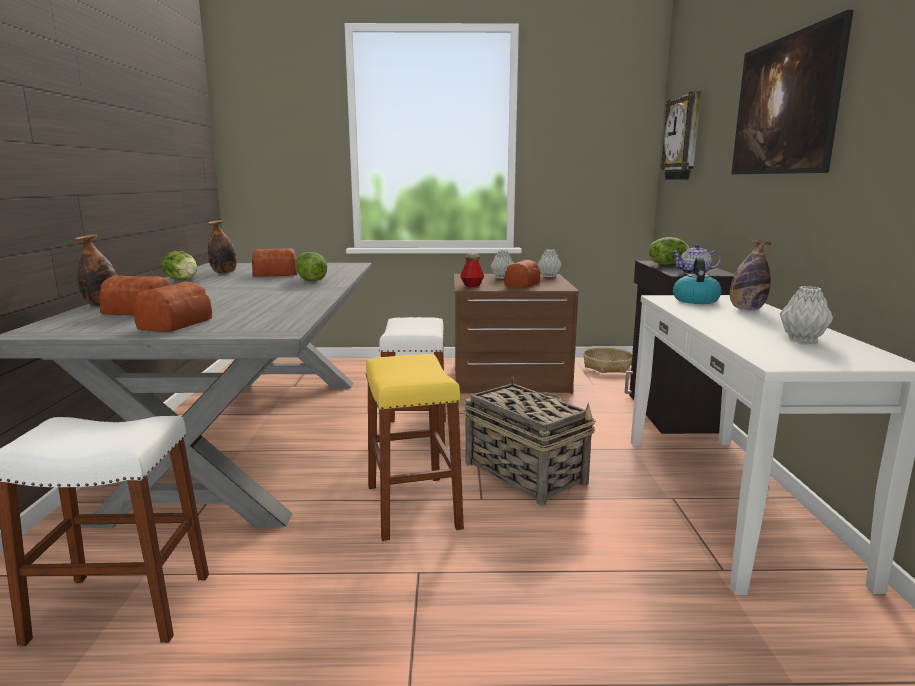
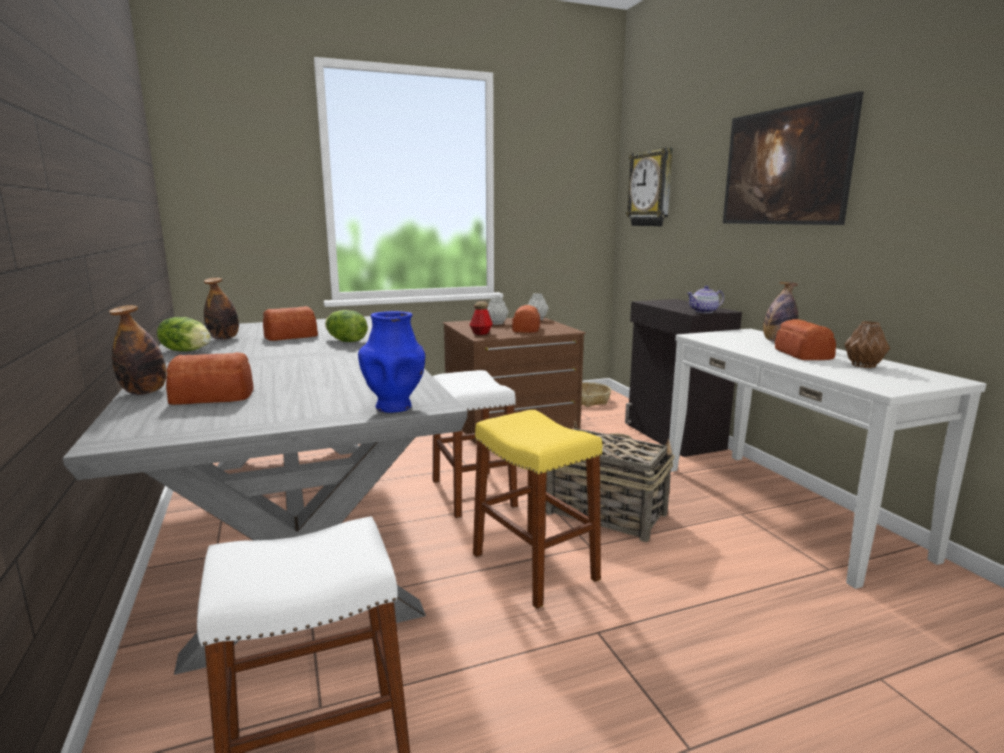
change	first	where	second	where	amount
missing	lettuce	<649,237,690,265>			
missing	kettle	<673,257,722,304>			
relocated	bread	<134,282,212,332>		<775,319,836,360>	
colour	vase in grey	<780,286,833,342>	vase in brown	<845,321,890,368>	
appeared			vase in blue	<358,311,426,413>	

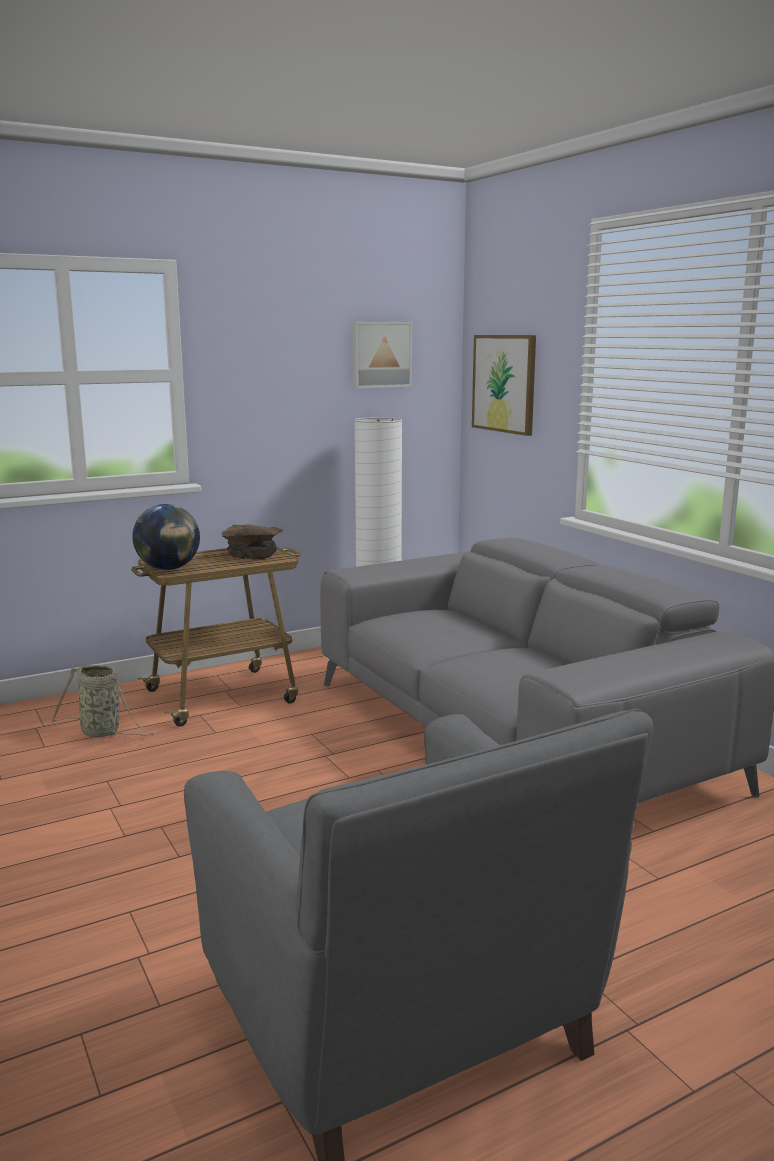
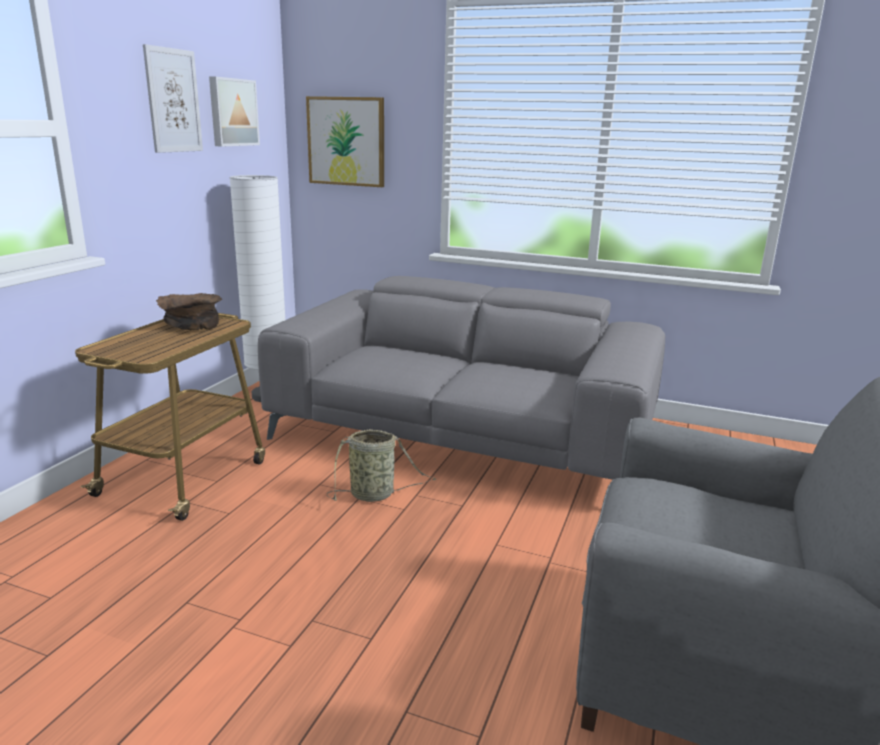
change	first	where	second	where	amount
missing	globe	<132,504,200,570>			
relocated	basket	<51,665,153,737>		<326,429,436,502>	
appeared			picture	<143,44,203,153>	

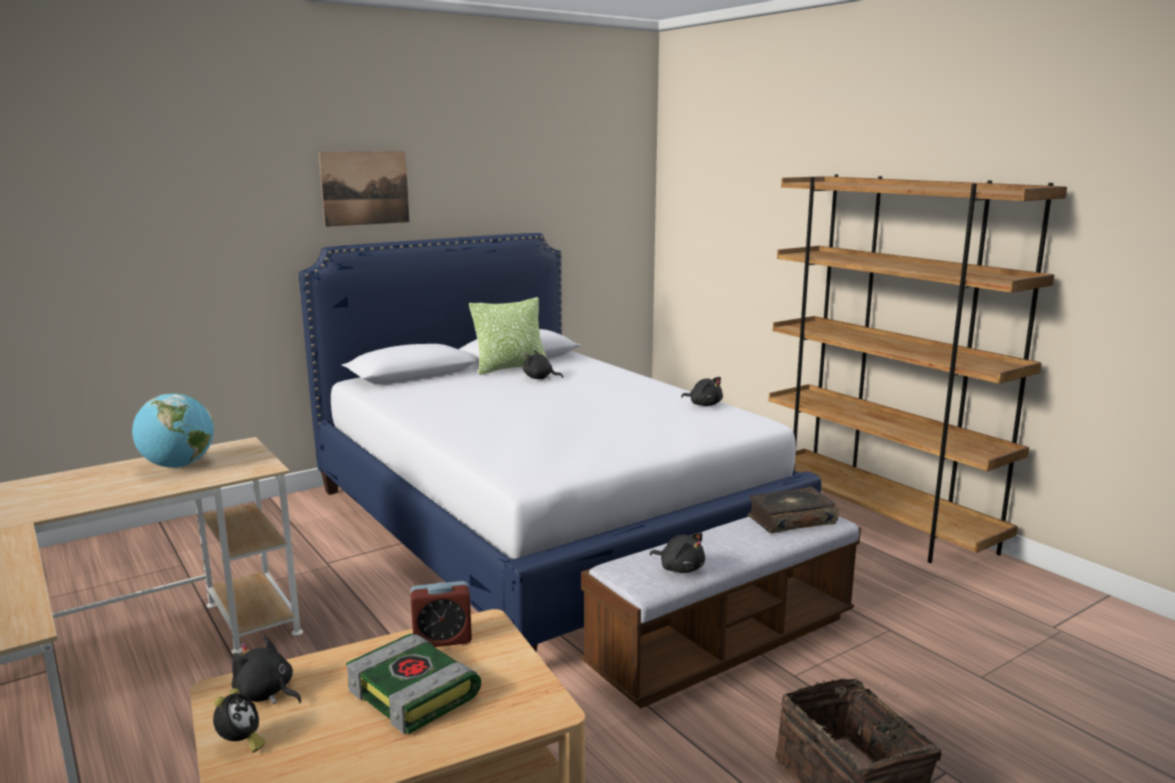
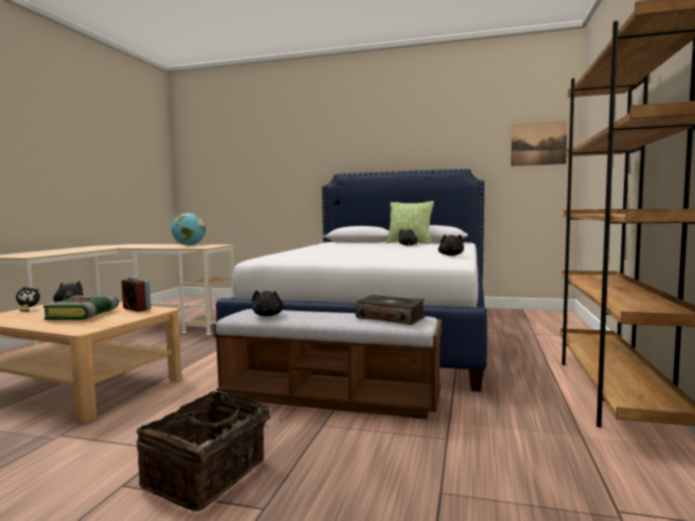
change	first	where	second	where	amount
relocated	picture	<319,151,409,227>		<511,121,567,166>	

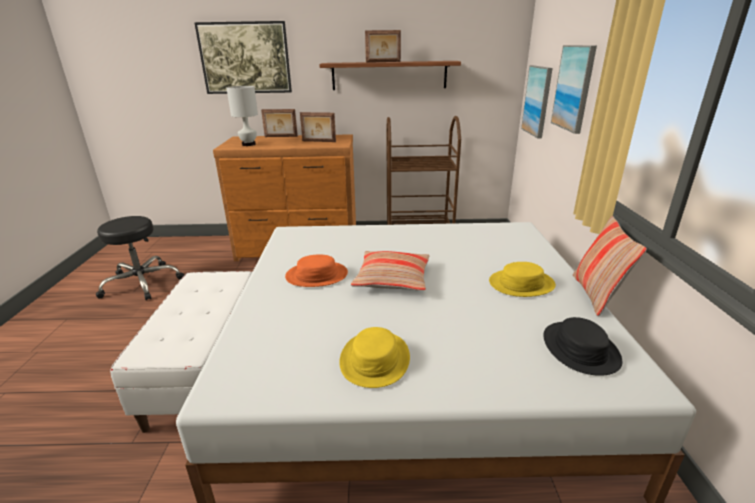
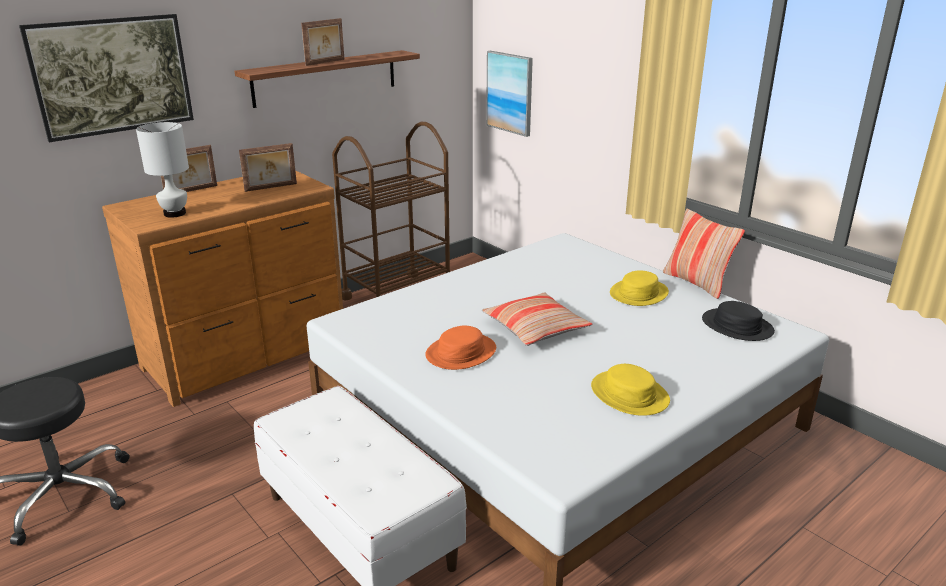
change	first	where	second	where	amount
missing	picture	<551,45,597,134>			

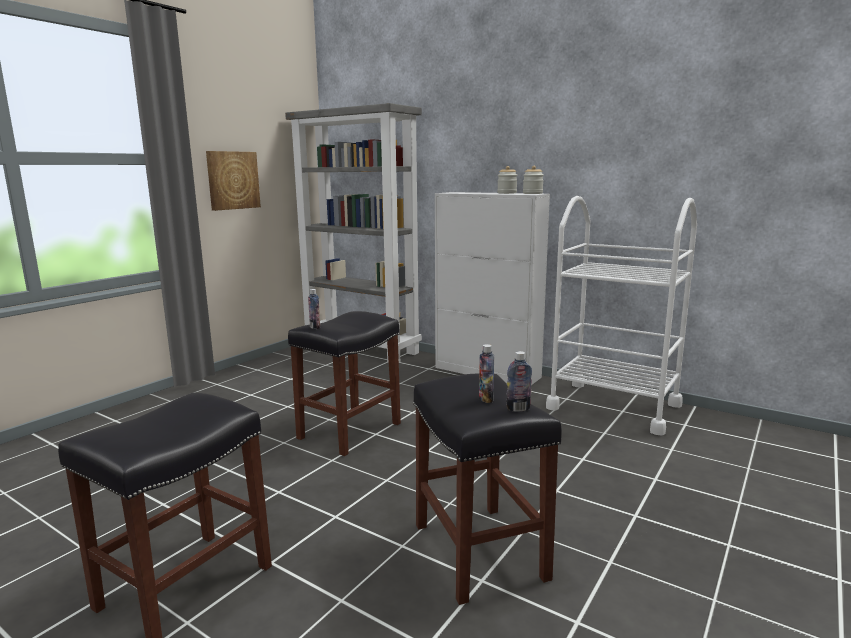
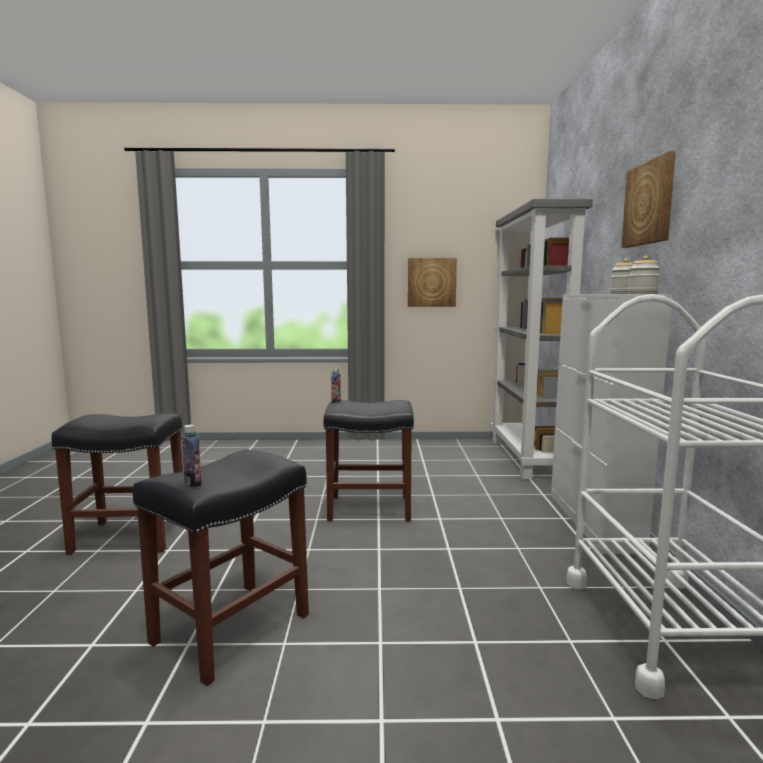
change	first	where	second	where	amount
missing	bottle	<479,344,494,403>			
appeared			picture	<622,151,676,248>	

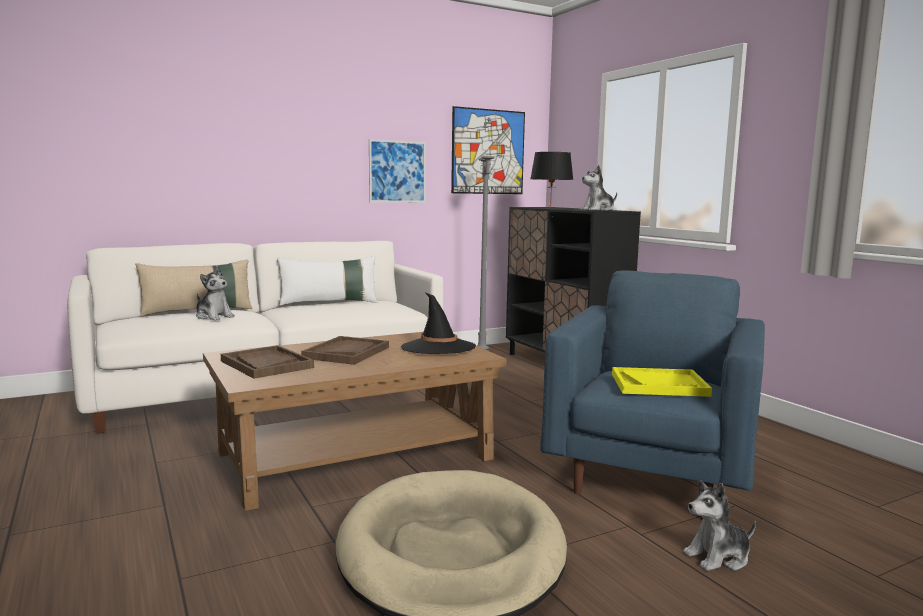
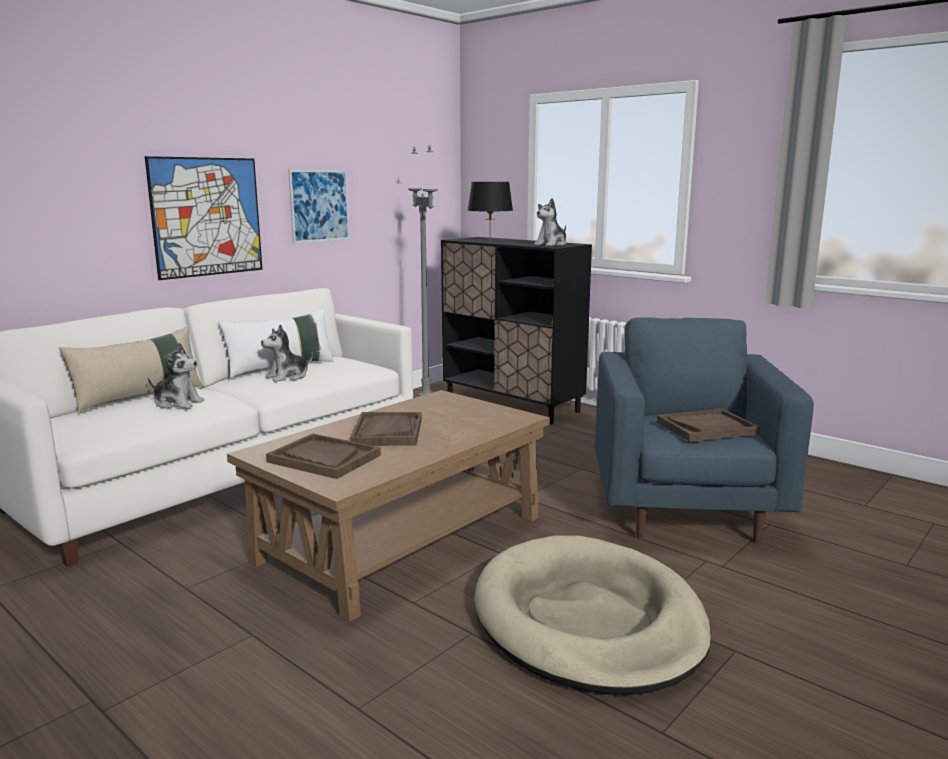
change	first	where	second	where	amount
relocated	picture	<451,106,525,194>		<145,156,263,280>	
missing	hat in black	<401,292,476,354>			
colour	tray in yellow	<612,367,712,397>	tray in brown	<657,409,760,442>	
relocated	plush toy	<683,481,756,571>		<261,324,313,382>	

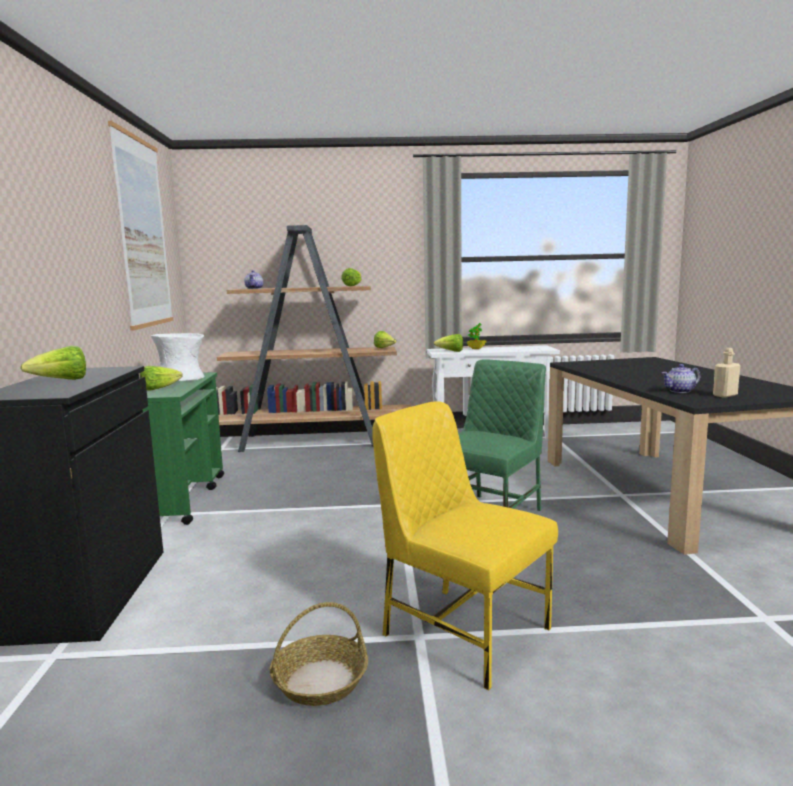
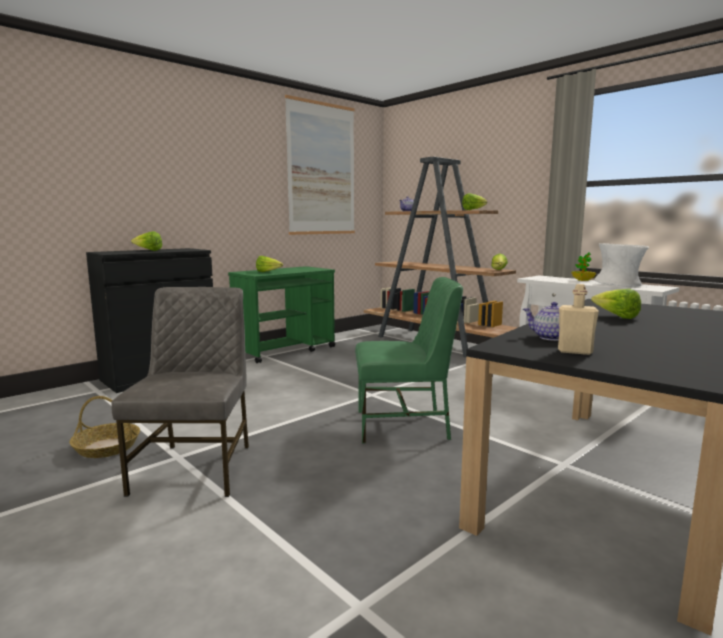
change	first	where	second	where	amount
relocated	vase in white	<151,333,204,381>		<594,243,649,287>	
relocated	lettuce	<434,334,463,352>		<591,289,641,319>	
colour	chair in yellow	<372,401,558,691>	chair in grey	<111,287,249,497>	

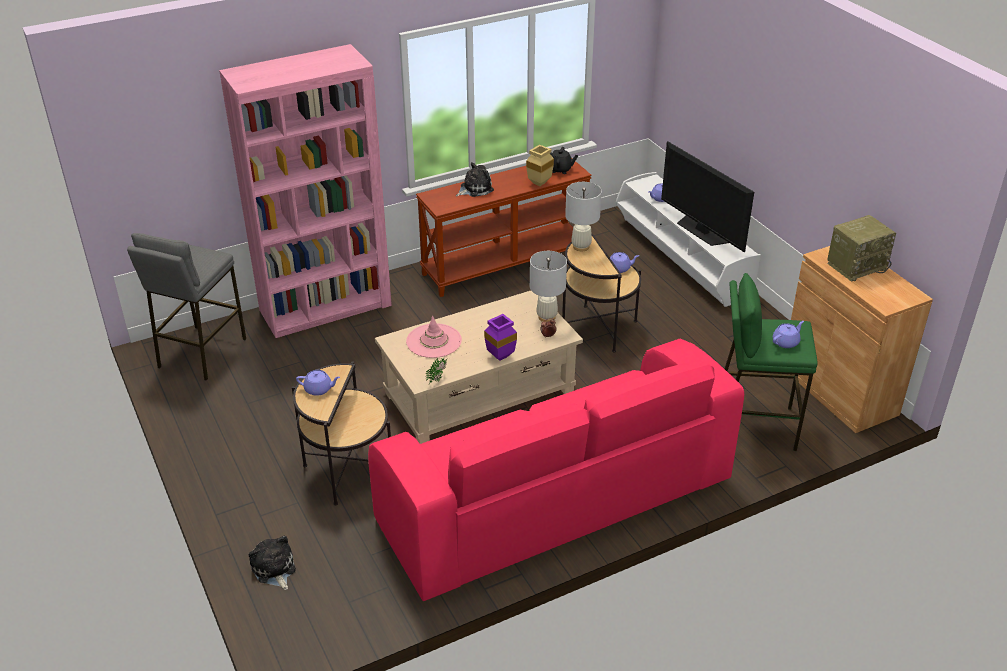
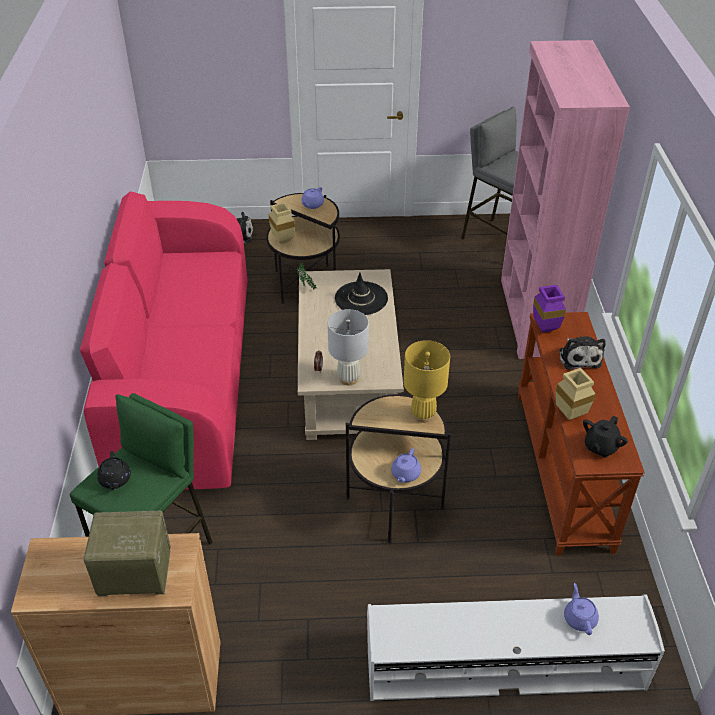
change	first	where	second	where	amount
missing	television	<661,141,754,252>			
colour	table lamp in white	<565,182,602,251>	table lamp in yellow	<404,340,450,423>	
spun	radio	<827,215,896,282>		<84,511,171,596>	90 degrees clockwise
relocated	vase in purple	<484,314,517,361>		<533,285,566,333>	
colour	hat in pink	<406,315,462,358>	hat in black	<335,273,388,315>	
colour	teapot in purple	<773,321,804,348>	teapot in black	<97,451,131,490>	
appeared			vase in beige	<269,202,295,244>	

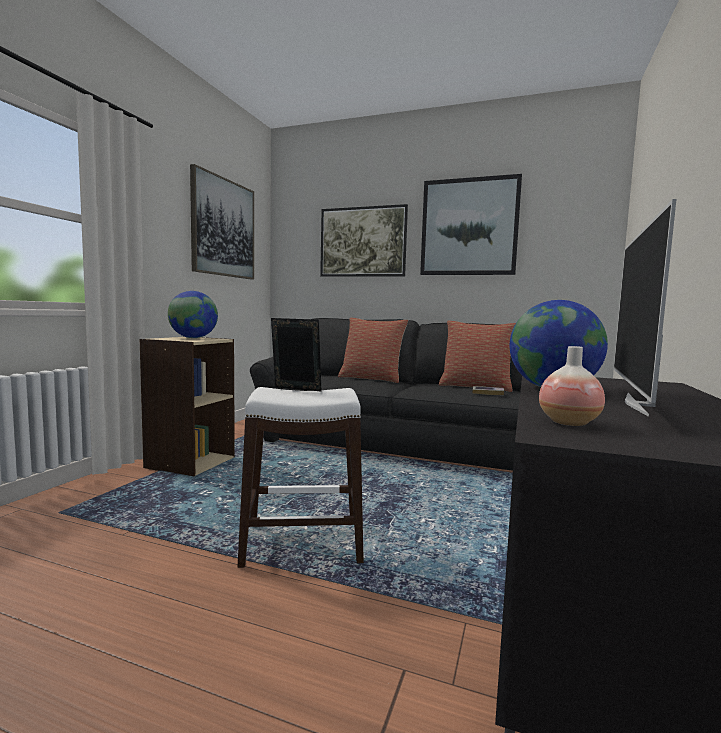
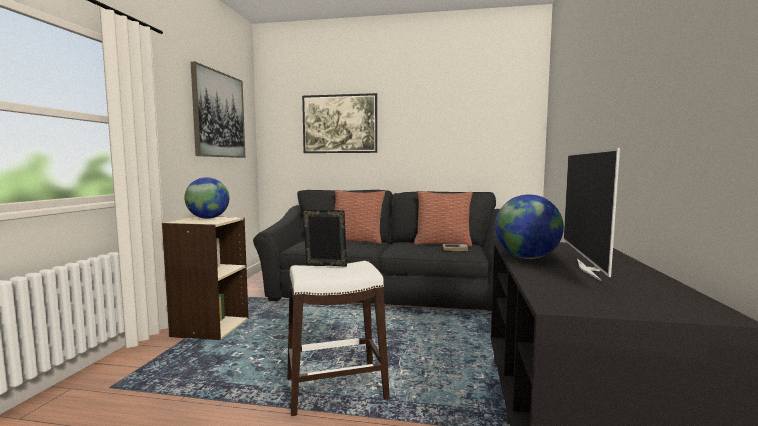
change	first	where	second	where	amount
missing	picture	<420,174,522,275>			
missing	vase	<539,346,605,426>			

